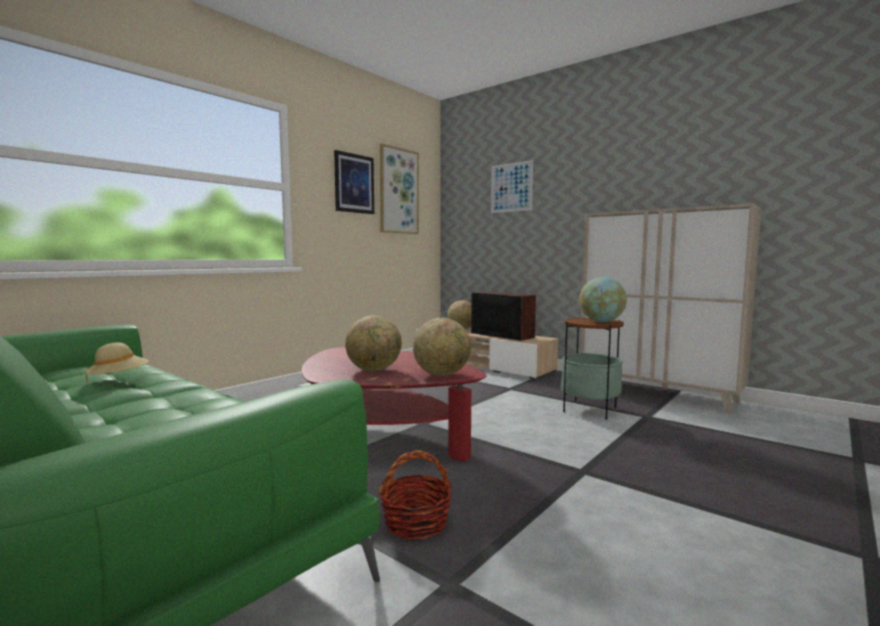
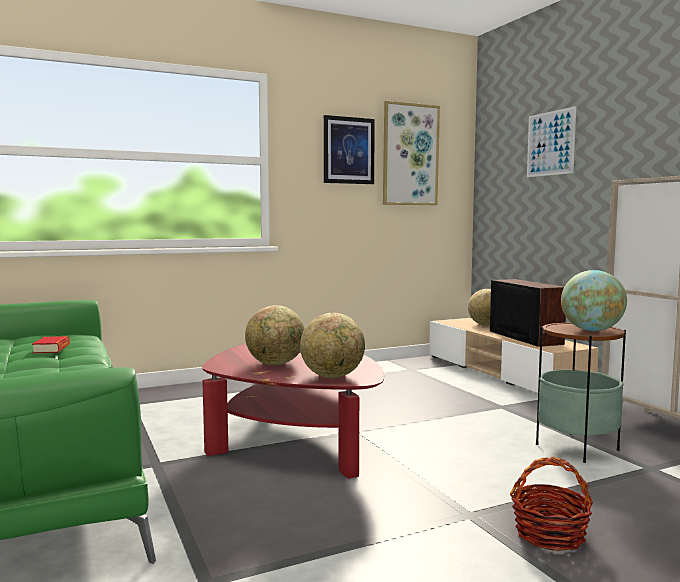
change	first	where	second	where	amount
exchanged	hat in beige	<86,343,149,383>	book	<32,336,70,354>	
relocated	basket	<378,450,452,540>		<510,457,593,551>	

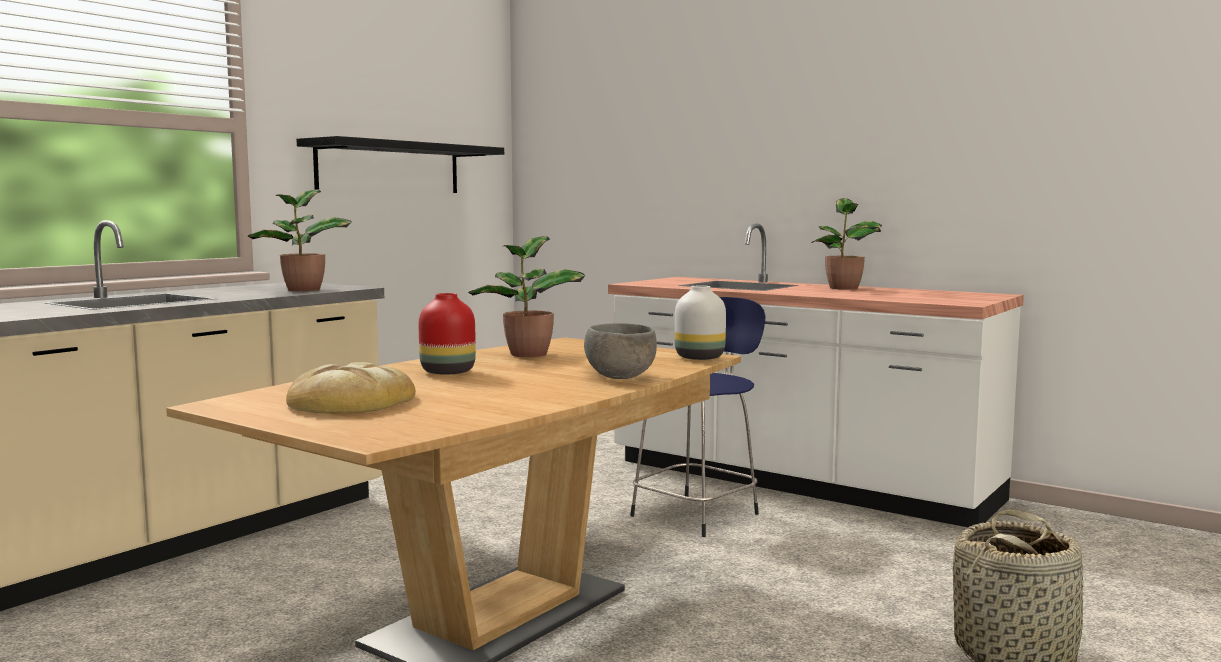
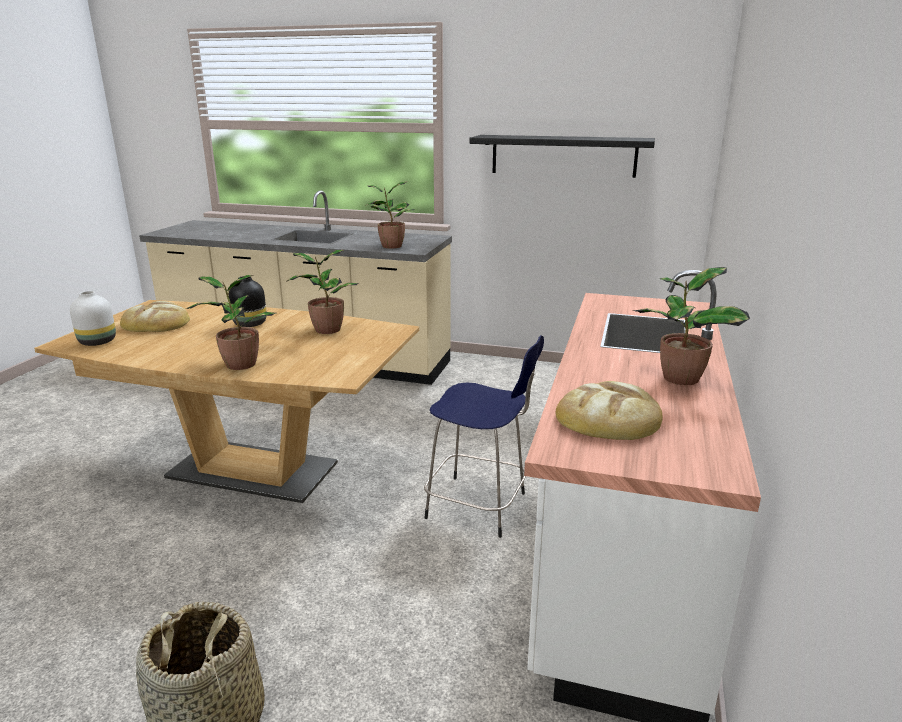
change	first	where	second	where	amount
relocated	vase in white	<675,286,726,360>		<70,291,116,346>	
colour	vase in red	<419,293,476,374>	vase in black	<229,276,266,327>	
exchanged	bowl in grey	<584,323,657,379>	potted plant	<186,275,276,370>	
appeared			bread	<556,381,663,440>	

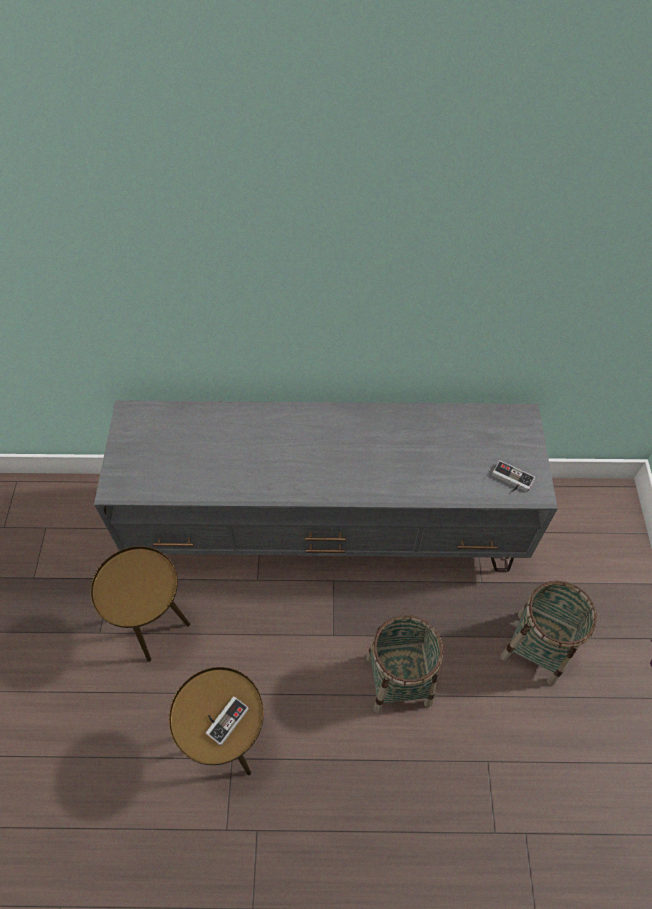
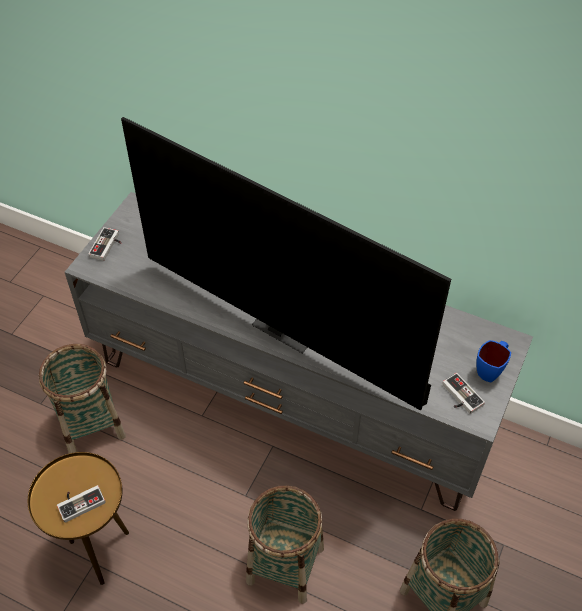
change	first	where	second	where	amount
exchanged	side table in brown	<90,546,190,662>	basket	<39,344,126,453>	
appeared			television	<121,117,451,411>	
appeared			game controller	<88,227,121,261>	
appeared			mug in blue	<476,340,511,382>	

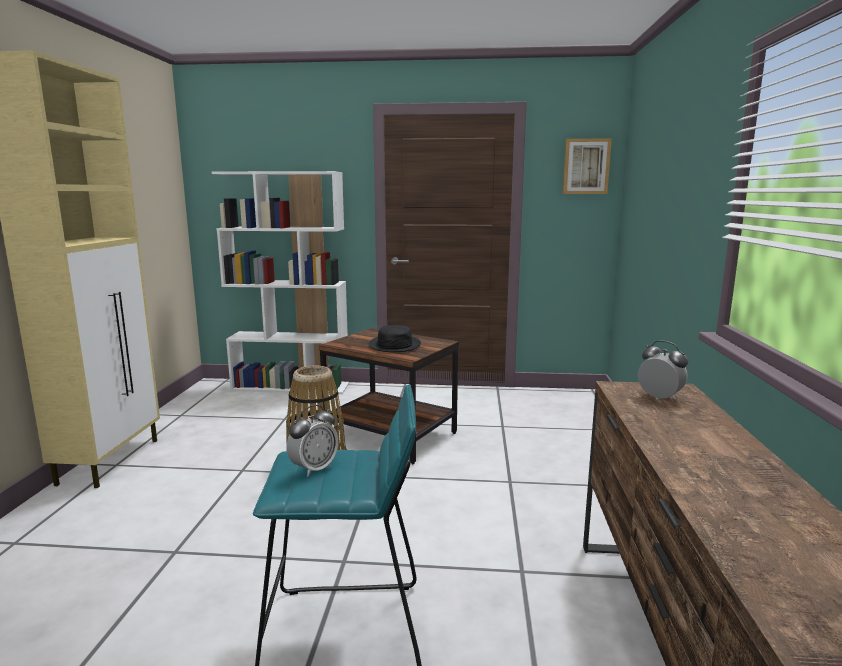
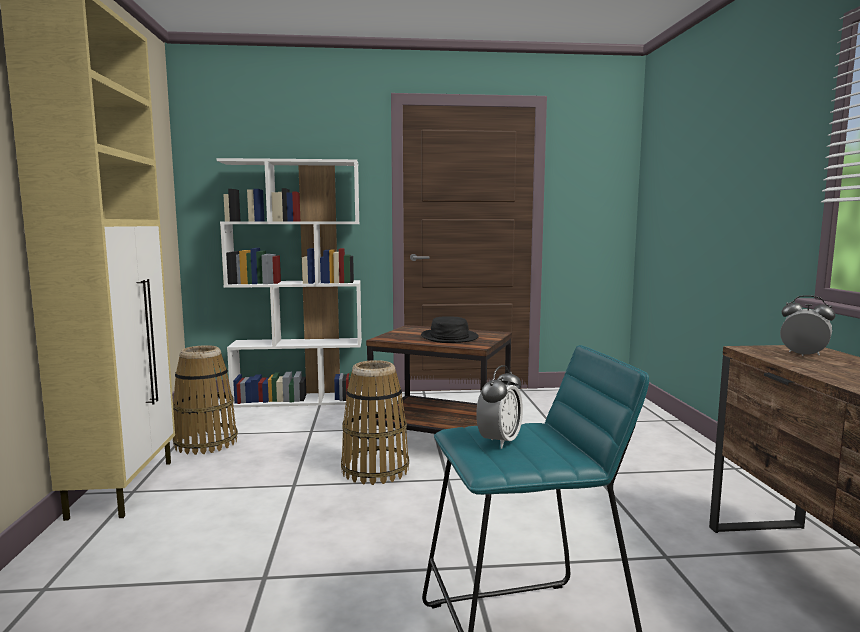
change	first	where	second	where	amount
missing	picture	<563,138,612,194>			
appeared			basket	<173,345,238,455>	

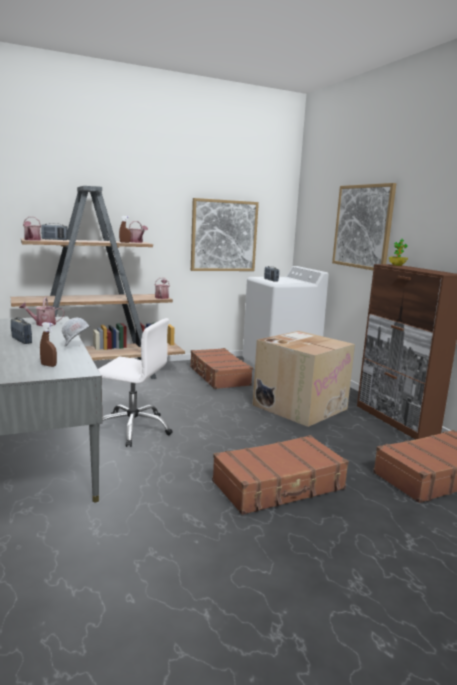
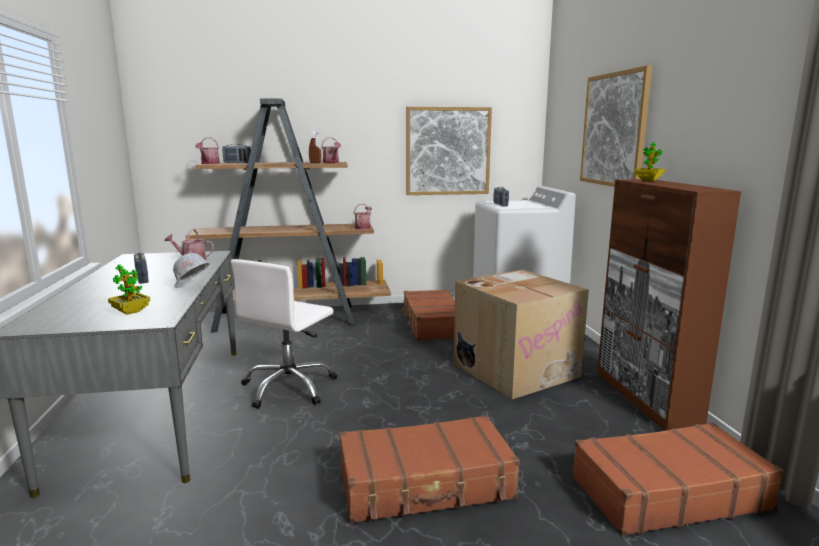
change	first	where	second	where	amount
spun	office chair in white	<98,318,173,447>		<231,259,337,409>	90 degrees clockwise
exchanged	spray bottle in brown	<40,322,57,367>	potted plant	<108,264,150,315>	

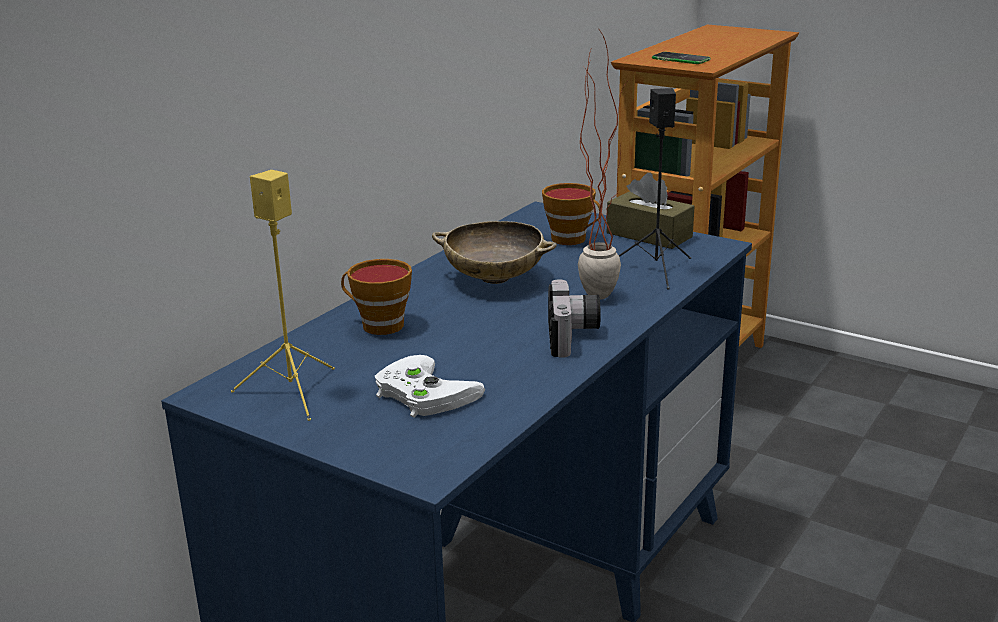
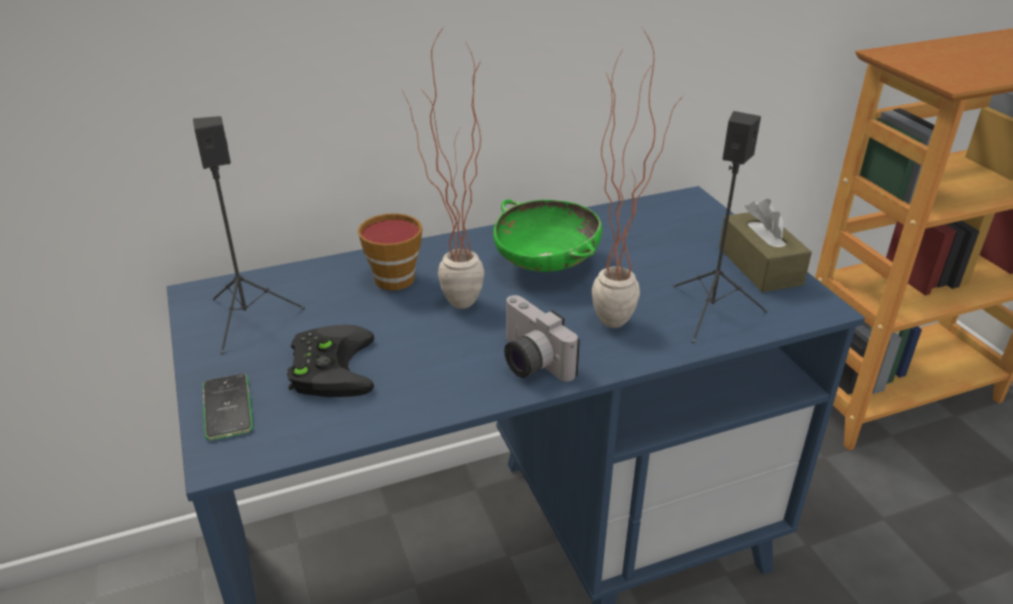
change	first	where	second	where	amount
relocated	phone	<652,52,710,64>		<202,374,253,440>	
colour	speaker in yellow	<231,170,335,421>	speaker in black	<193,116,305,355>	
missing	cup	<542,183,602,245>			
colour	bowl in beige	<432,221,557,284>	bowl in green	<493,199,602,272>	
spun	photo camera	<548,279,601,358>		<504,295,580,382>	105 degrees clockwise
colour	game controller in white	<375,355,485,418>	game controller in black	<287,325,374,397>	
appeared			potted plant	<402,27,484,309>	

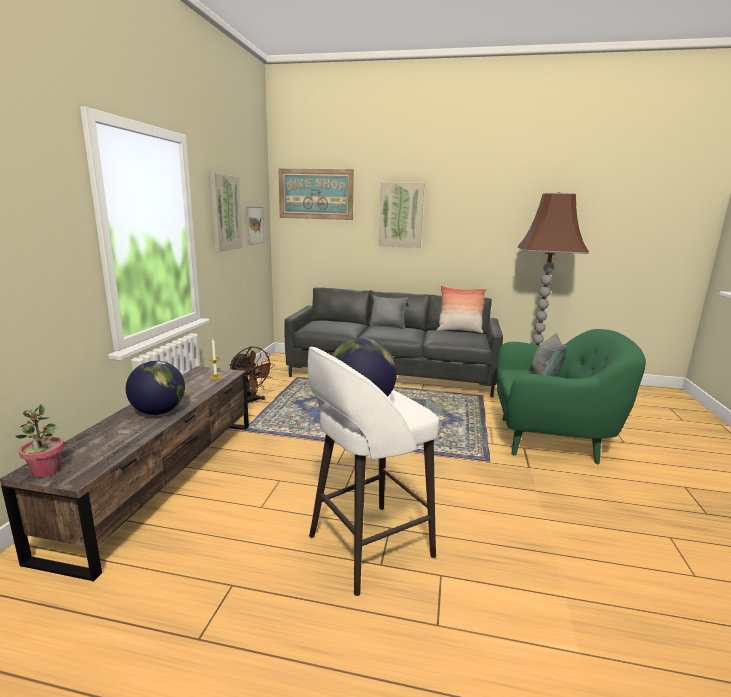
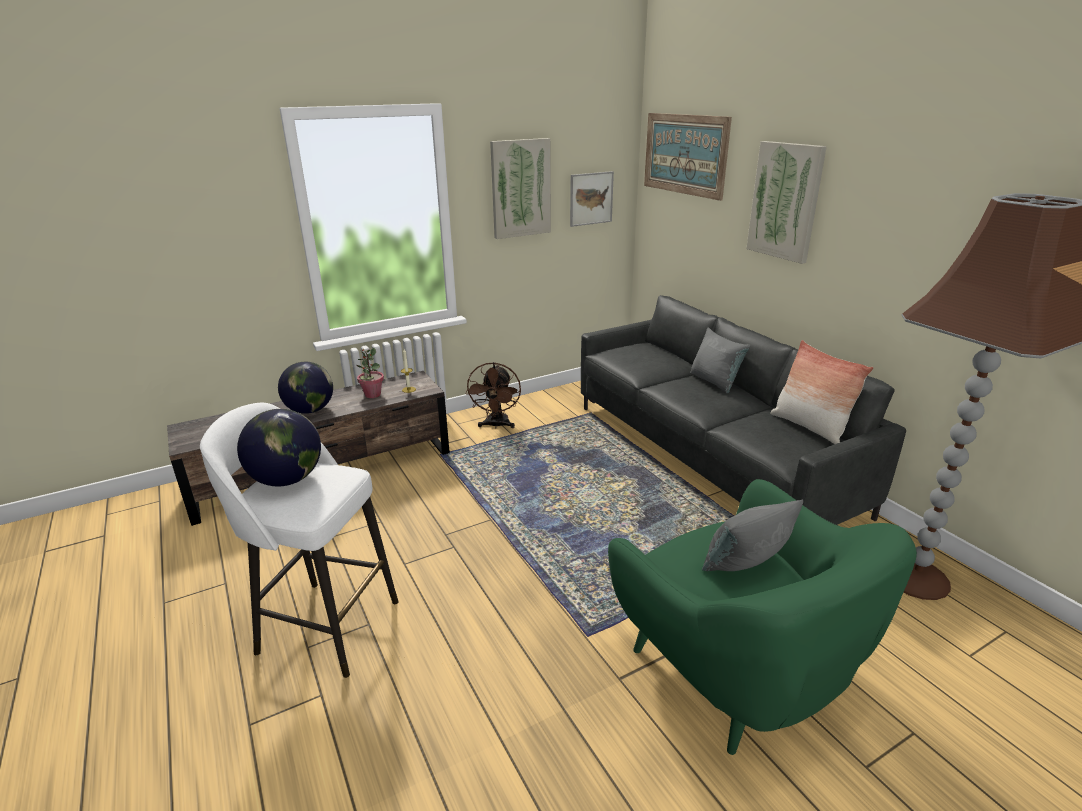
change	first	where	second	where	amount
relocated	potted plant	<16,404,64,478>		<357,348,384,398>	

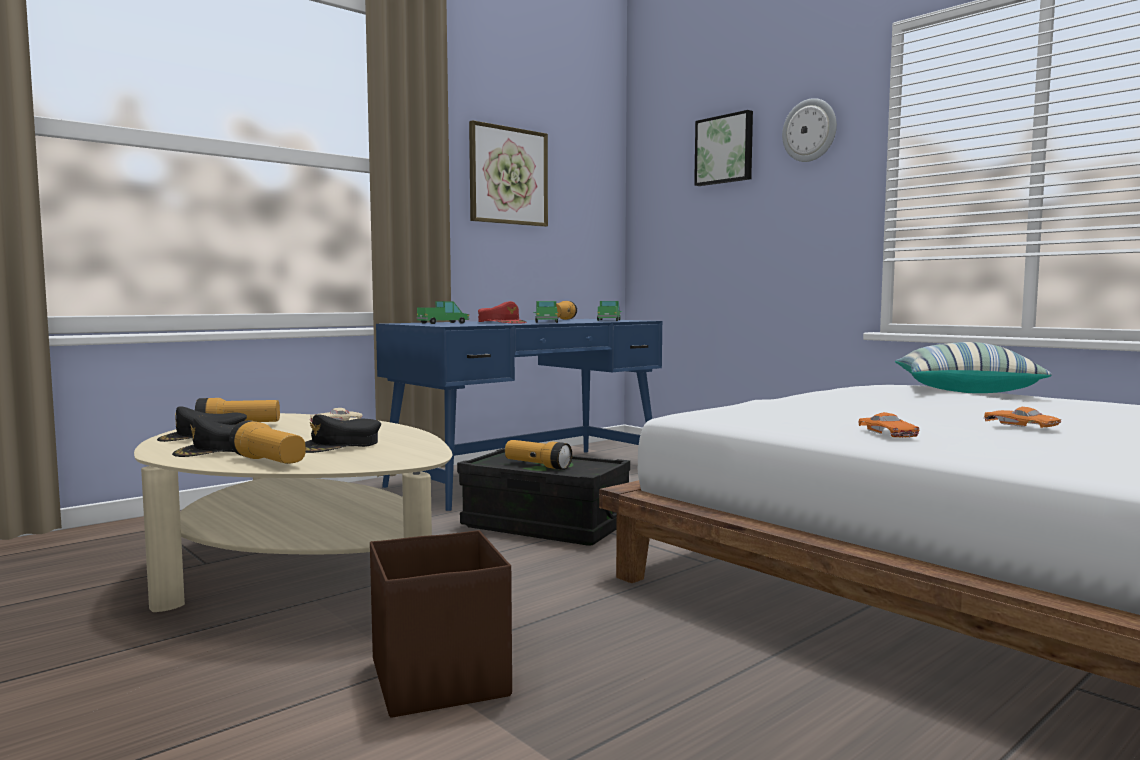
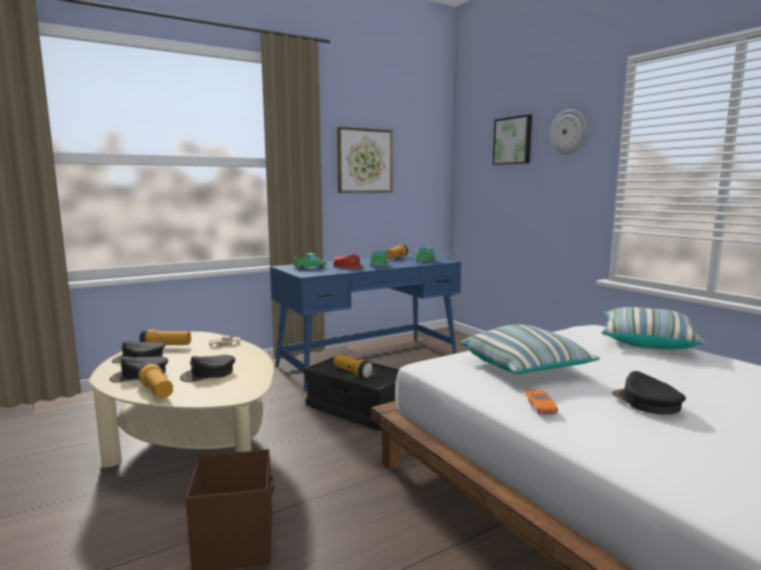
change	first	where	second	where	amount
exchanged	toy car in orange	<983,407,1061,428>	cap in black	<612,371,686,415>	
appeared			pillow	<460,325,600,374>	

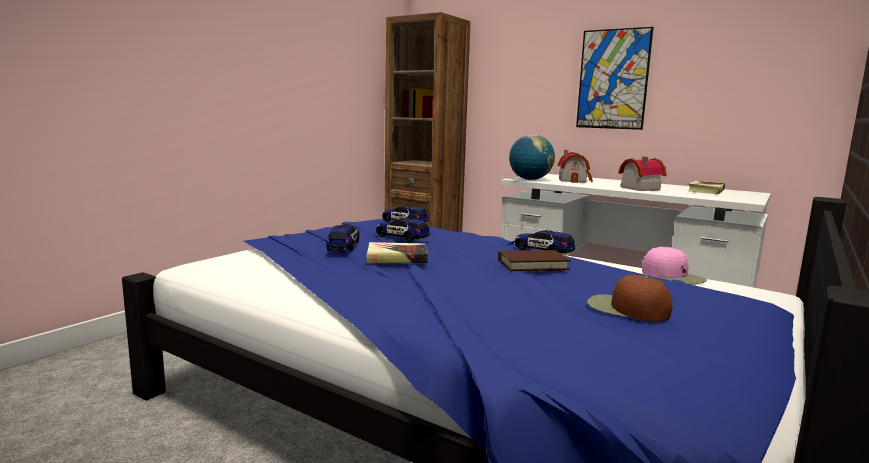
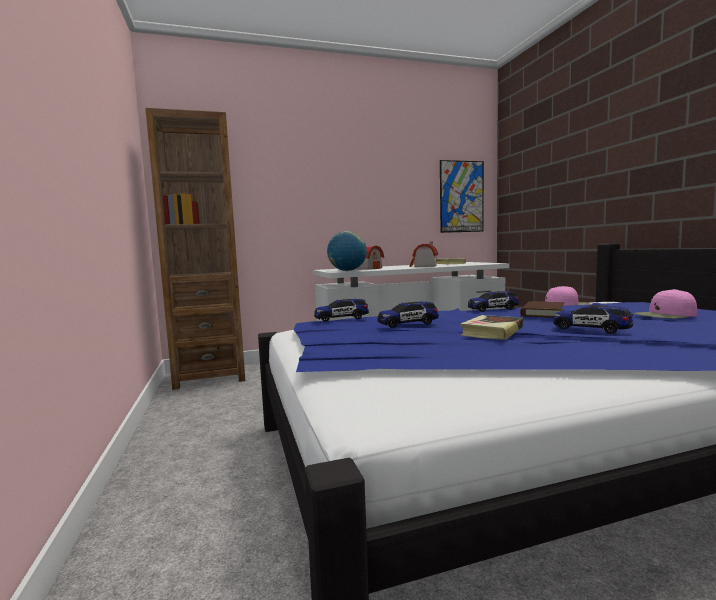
change	first	where	second	where	amount
relocated	picture	<576,27,653,130>		<440,160,484,233>	
relocated	toy car	<326,225,359,251>		<553,305,634,334>	
colour	cap in brown	<587,275,673,322>	cap in pink	<634,289,697,319>	

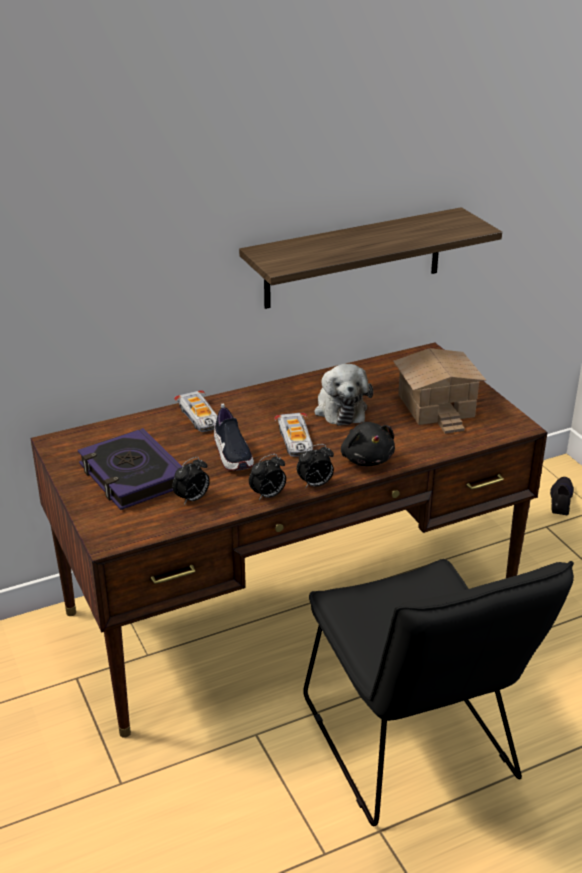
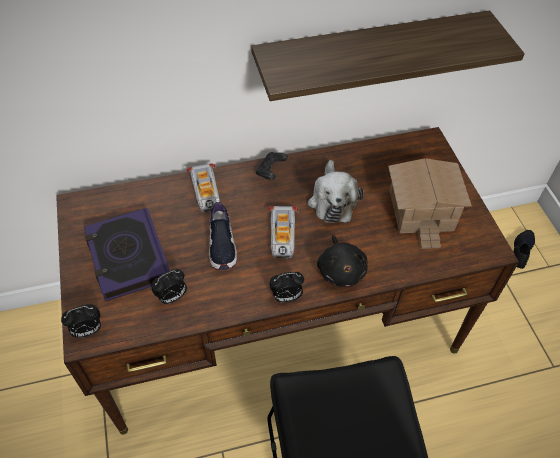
change	first	where	second	where	amount
relocated	alarm clock	<249,454,286,500>		<61,304,101,338>	
appeared			game controller in black	<256,152,288,180>	

